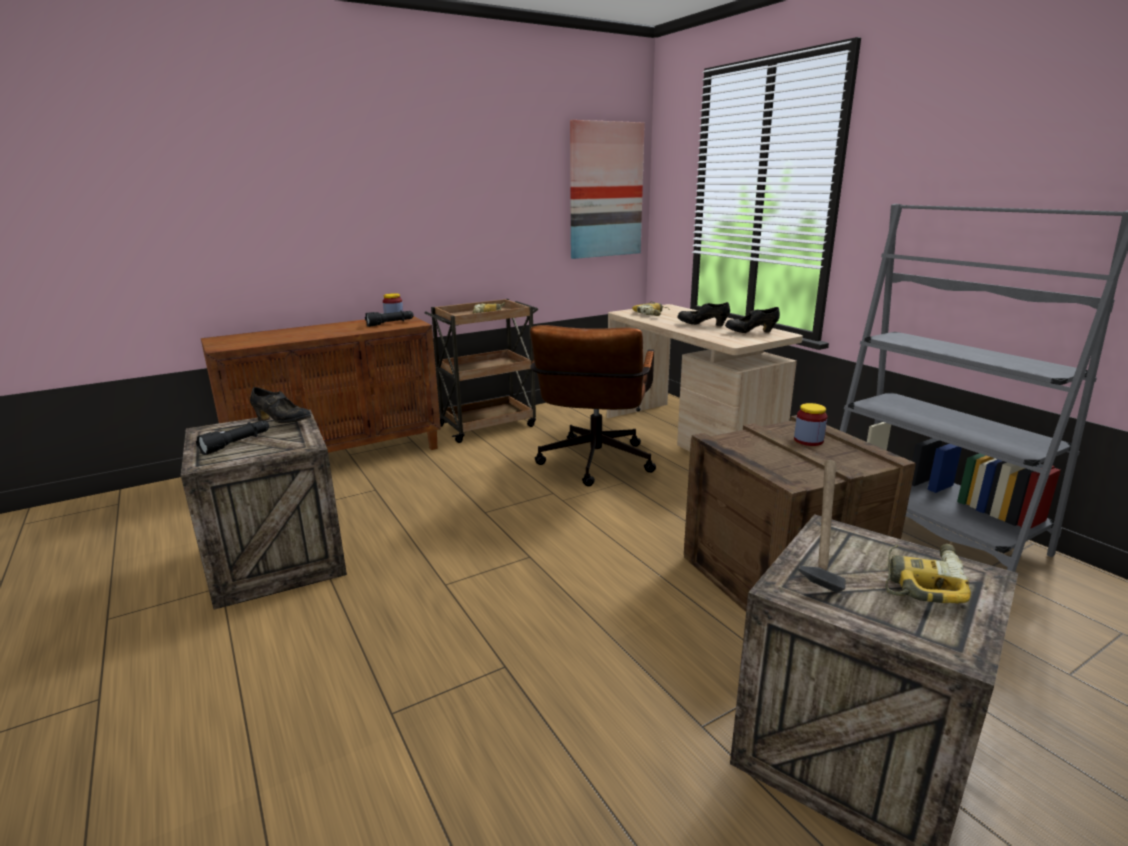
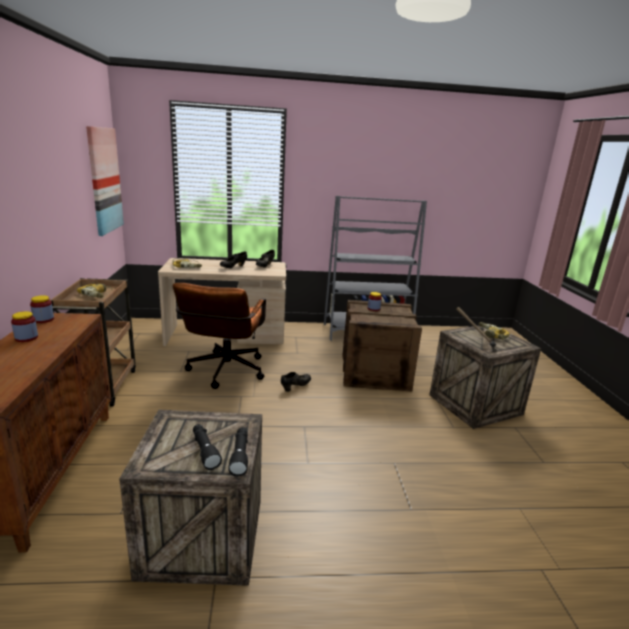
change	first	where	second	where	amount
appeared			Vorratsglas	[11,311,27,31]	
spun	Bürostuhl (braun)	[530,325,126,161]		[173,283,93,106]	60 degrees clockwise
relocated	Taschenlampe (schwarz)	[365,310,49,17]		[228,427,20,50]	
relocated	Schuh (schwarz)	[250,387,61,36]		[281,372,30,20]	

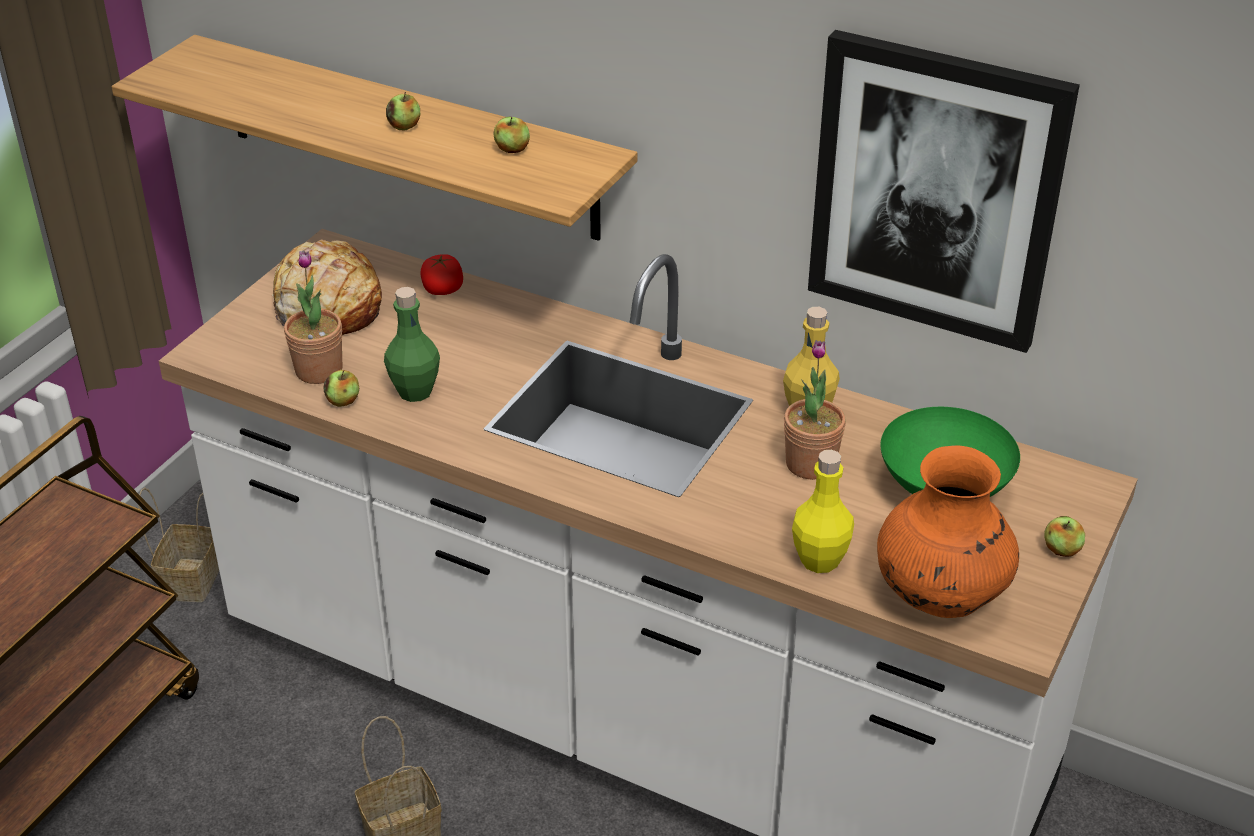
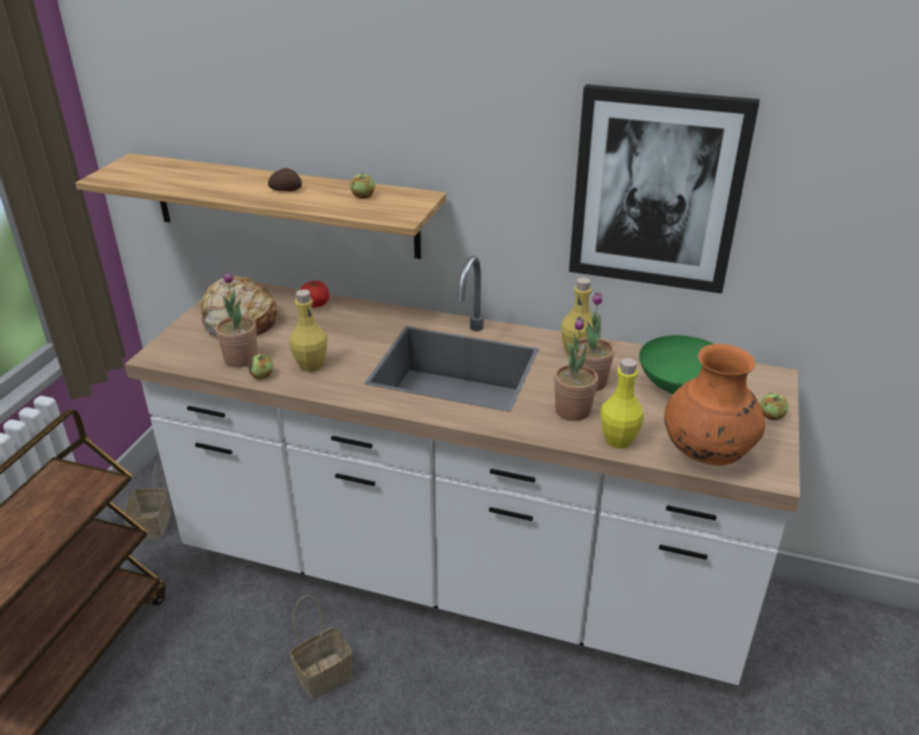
change	first	where	second	where	amount
exchanged	Apfel	[386,92,35,38]	Kartoffel	[268,168,34,23]	
colour	Flasche (grün)	[384,287,56,115]	Flasche (gelb)	[289,289,39,83]	
appeared			Topfpflanze	[554,316,44,105]	

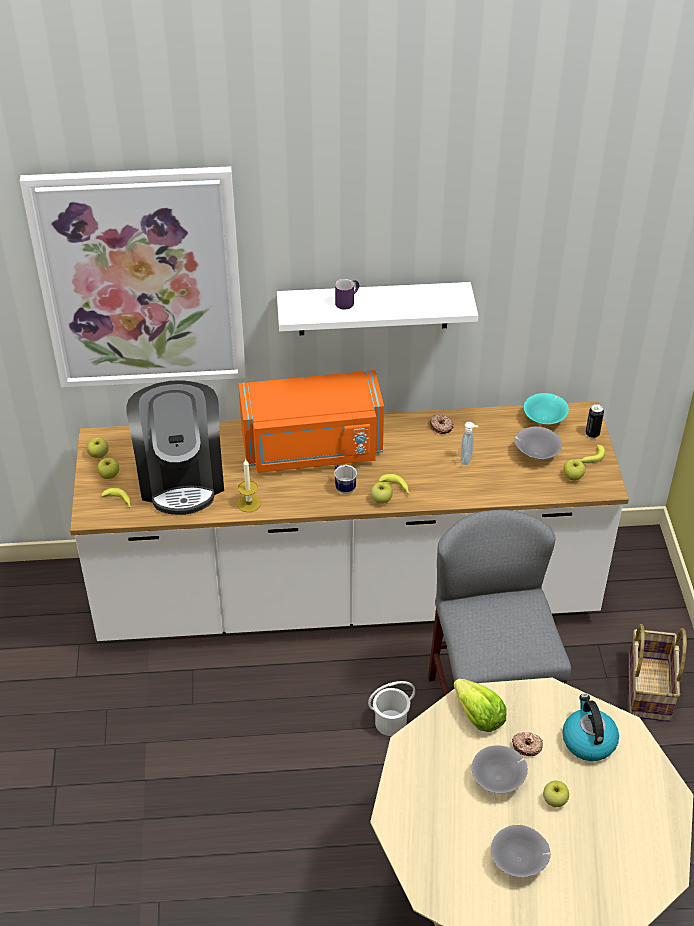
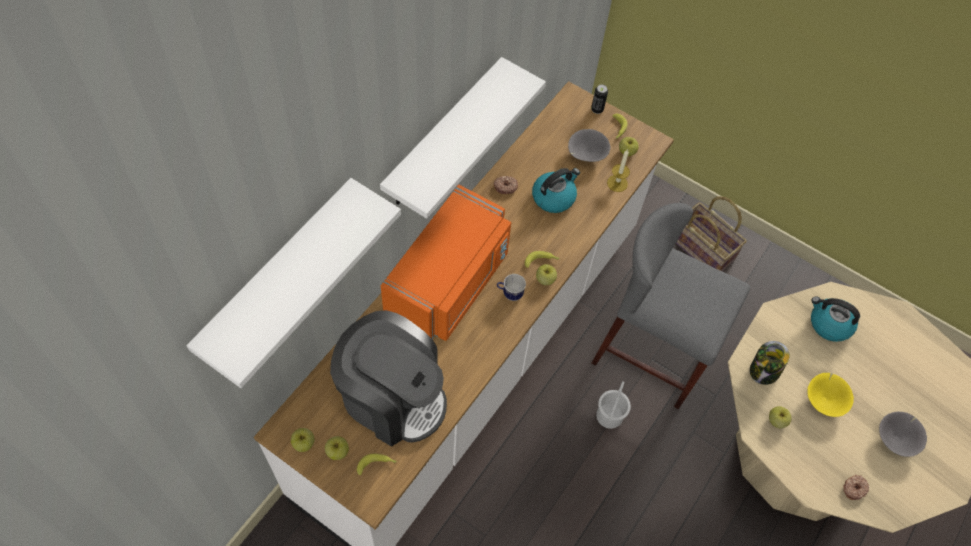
change	first	where	second	where	amount
exchanged	Bild	[20,166,226,222]	Wandregal (weiß)	[187,178,214,210]	
exchanged	Seifenspender	[461,422,17,43]	Wasserkessel	[532,168,48,45]	
relocated	Kerze	[237,460,24,52]		[607,149,23,43]	
exchanged	Salatkopf	[454,678,53,54]	Vorratsglas	[750,341,39,44]	
relocated	Apfel	[543,781,26,26]		[769,406,22,22]	
colour	Schüssel (grau)	[471,745,57,49]	Schüssel (gelb)	[807,373,47,44]	
relocated	Donut	[512,732,31,24]		[843,475,26,25]	
missing	Henkelbecher (lila)	[335,279,25,30]			
missing	Schüssel (türkis)	[524,393,45,31]			

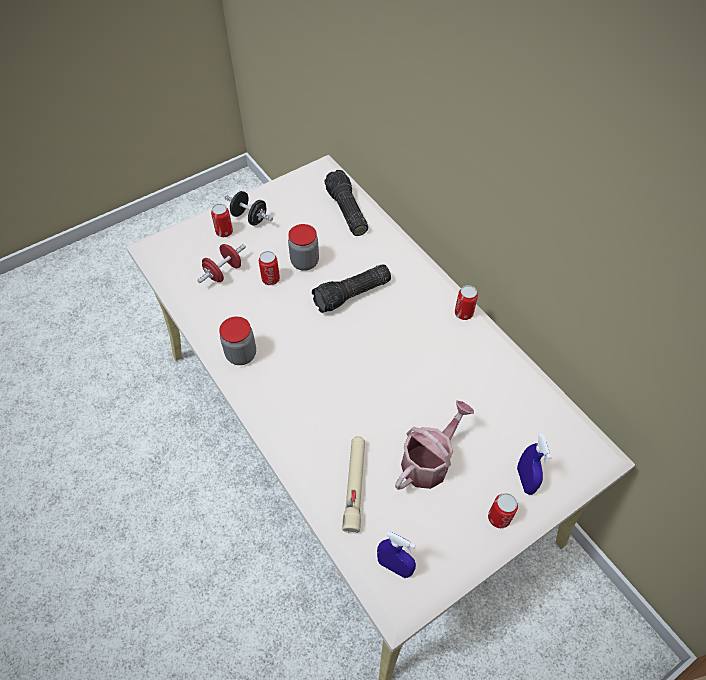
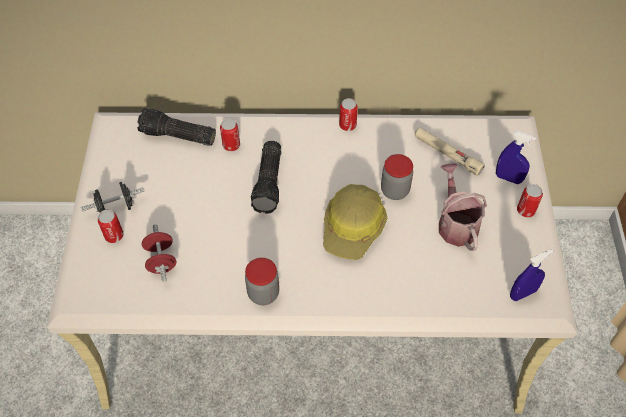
change	first	where	second	where	amount
relocated	Dose	[259,251,21,34]		[220,118,20,33]	
appeared			Schutzhelm	[323,184,64,76]	
relocated	Vorratsglas	[288,224,31,47]		[381,154,32,46]	
relocated	Taschenlampe (beige)	[342,436,23,97]		[415,128,70,48]	

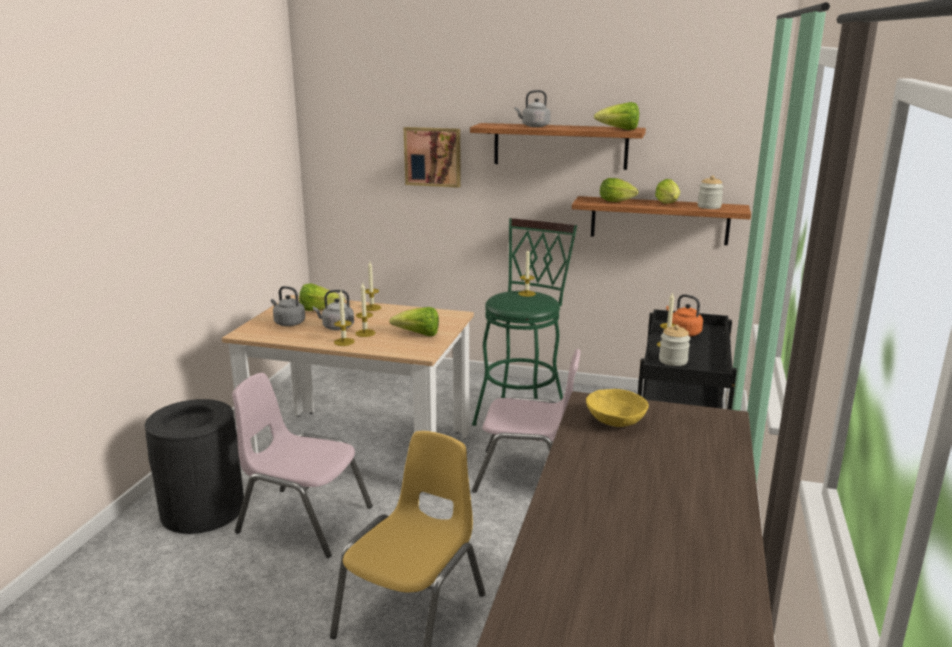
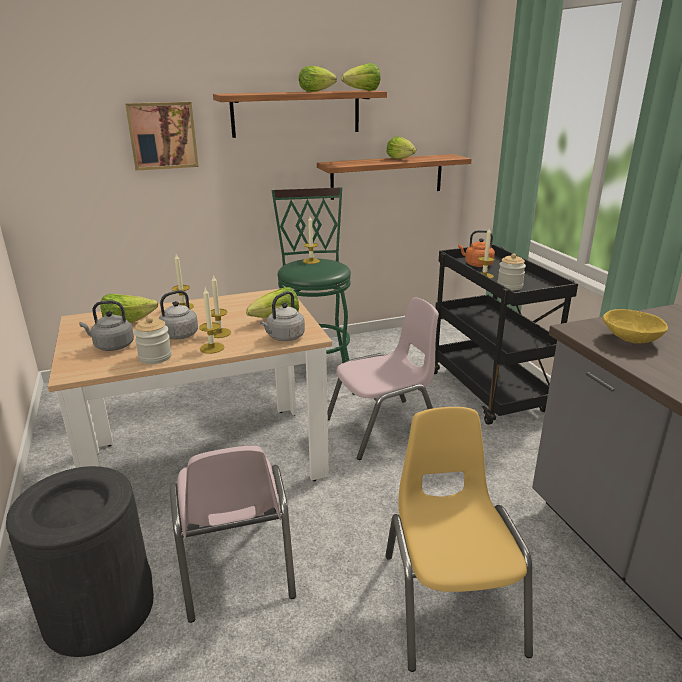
change	first	where	second	where	amount
relocated	Vorratsglas	[698,175,26,34]		[134,316,38,48]	
spun	Stuhl (rosa)	[232,373,141,185]		[170,446,126,177]	90 degrees counterclockwise
relocated	Wasserkessel (grau)	[514,90,37,37]		[260,291,45,50]	
relocated	Salatkopf	[600,178,38,24]		[299,66,38,26]	

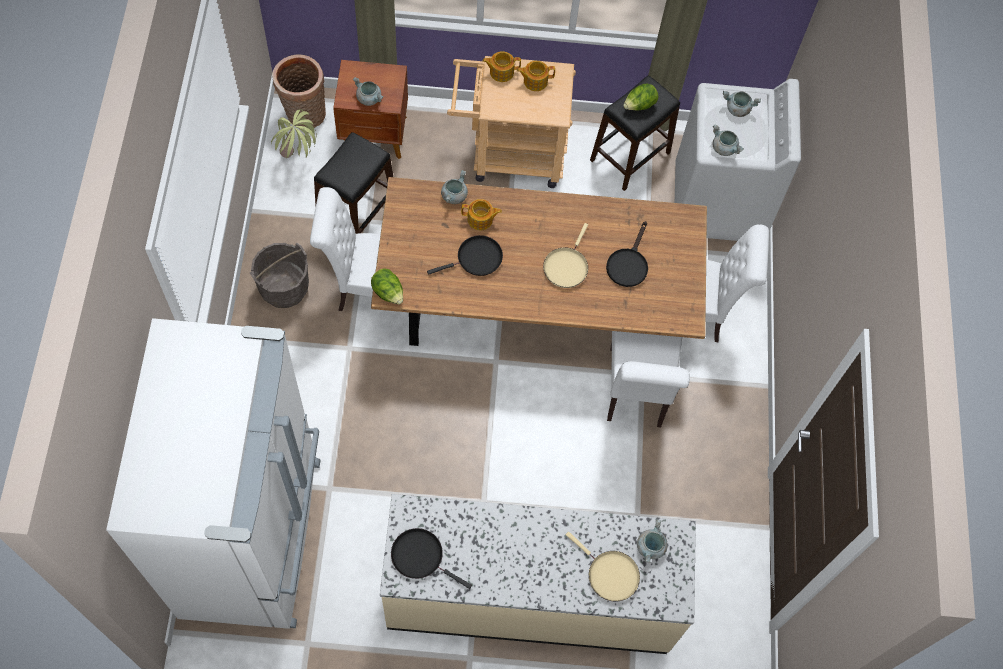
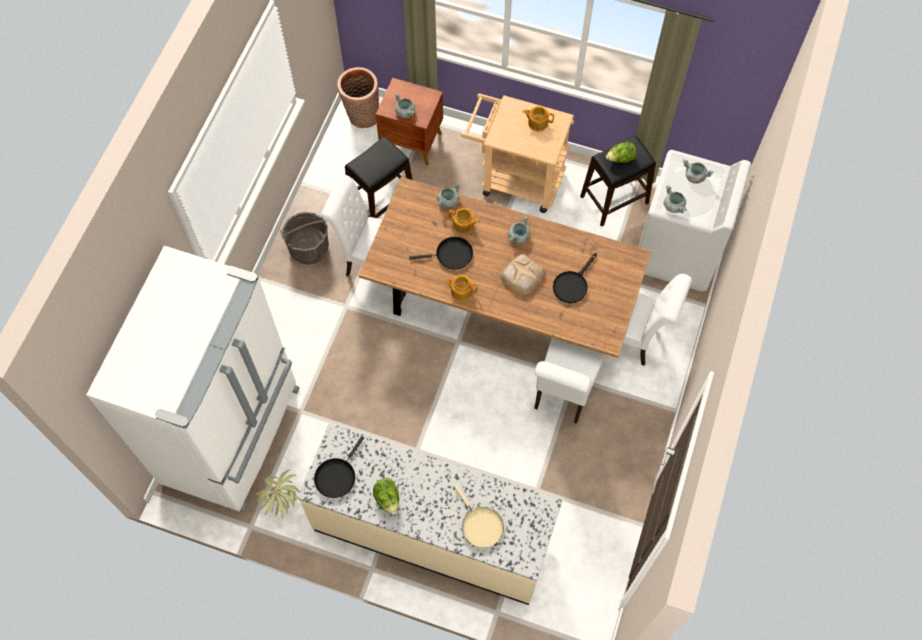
change	first	where	second	where	amount
relocated	Topfpflanze	[271,109,46,49]		[256,470,44,48]	
spun	Pfanne (schwarz)	[391,528,81,61]		[314,436,50,62]	105 degrees counterclockwise
relocated	Salatkopf	[371,268,32,36]		[373,478,26,36]	
relocated	Teekanne	[482,51,39,31]		[444,275,34,26]	
exchanged	Pfanne (beige)	[543,223,45,65]	Brot	[500,254,45,41]	
relocated	Kochtopf (grau)	[637,520,30,43]		[508,216,22,27]	

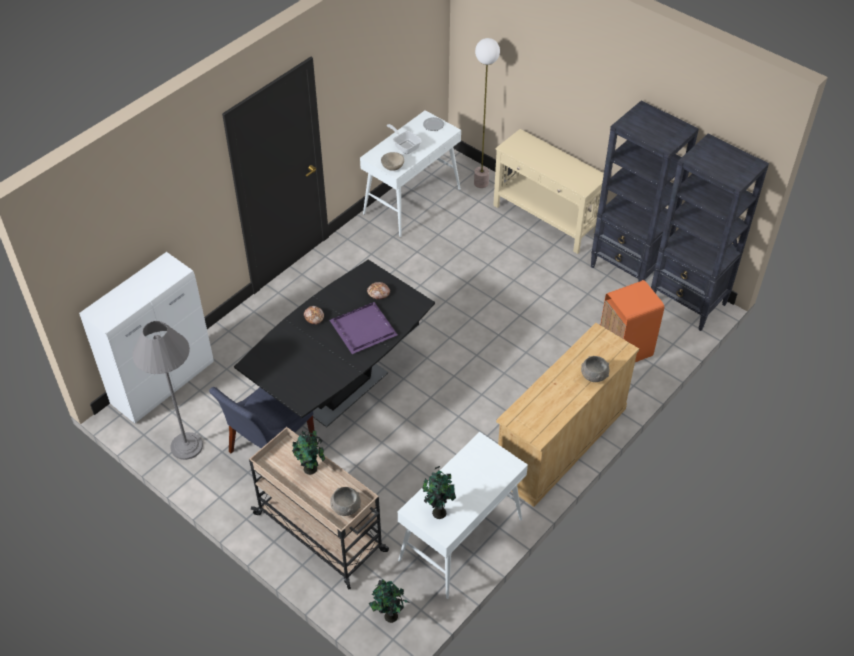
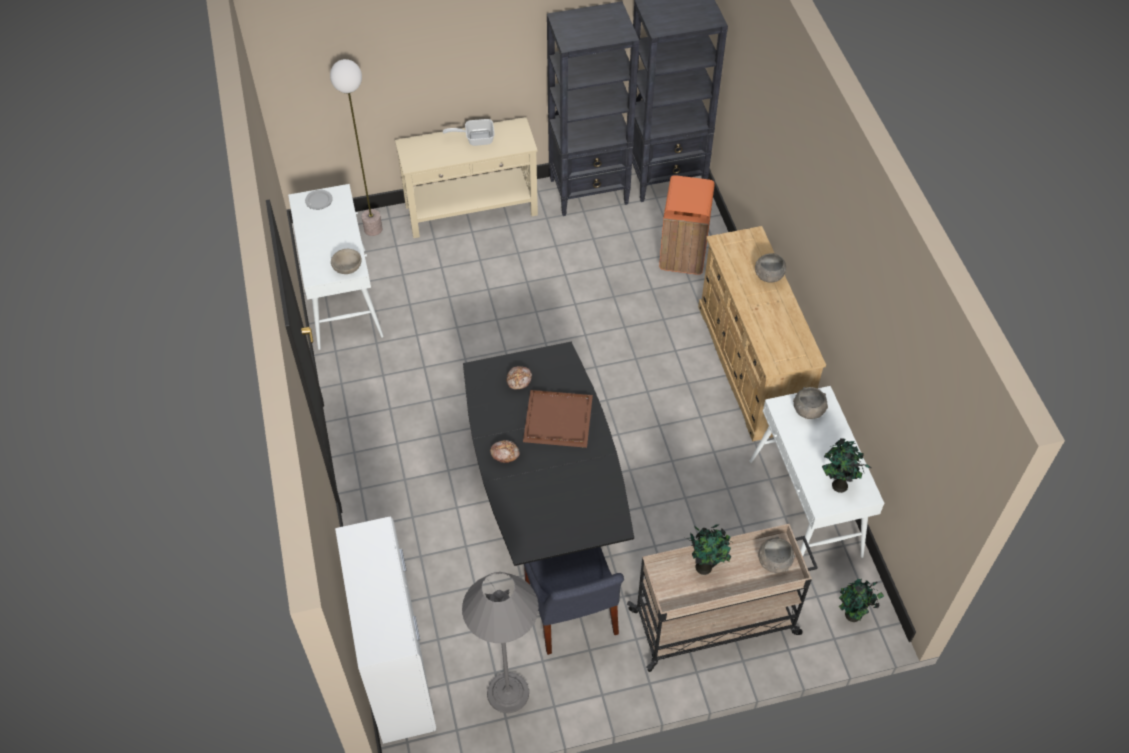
change	first	where	second	where	amount
relocated	Pfanne	[387,124,35,30]		[443,119,52,27]	
colour	Tablett (lila)	[330,302,68,52]	Tablett (braun)	[523,390,70,58]	
appeared			Schüssel (grau)	[793,387,35,32]	

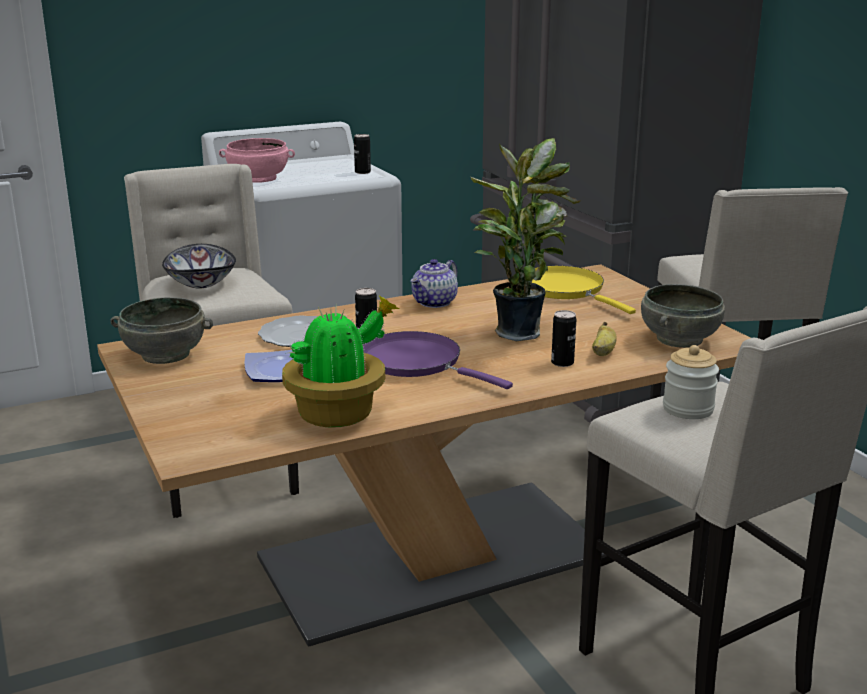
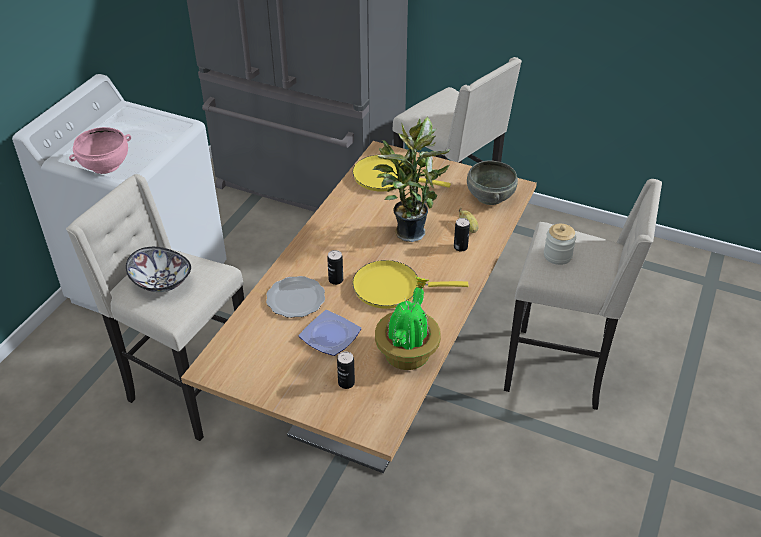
change	first	where	second	where	amount
relocated	Dose	[354,134,17,40]		[337,351,18,38]	
colour	Pfanne (lila)	[363,331,150,58]	Pfanne (gelb)	[353,260,116,49]	
missing	Schüssel (grau)	[110,297,103,67]			
missing	Teekanne	[411,259,47,49]			

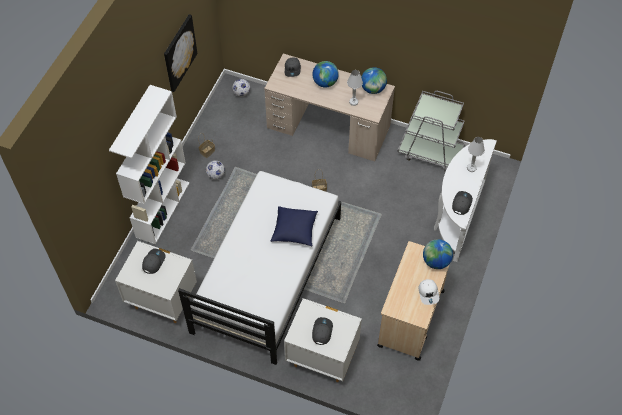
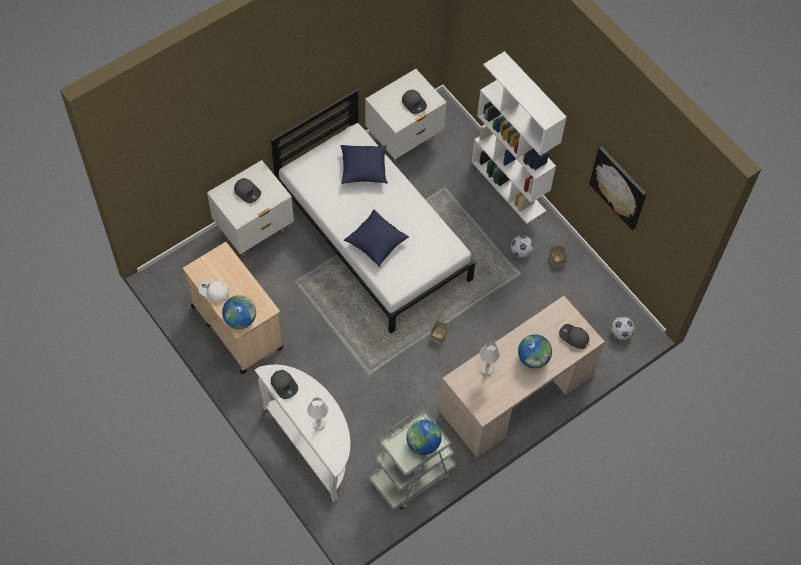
change	first	where	second	where	amount
appeared			Kissen (blau)	[340,145,48,39]	
relocated	Globus	[361,67,26,27]		[406,420,36,35]	

